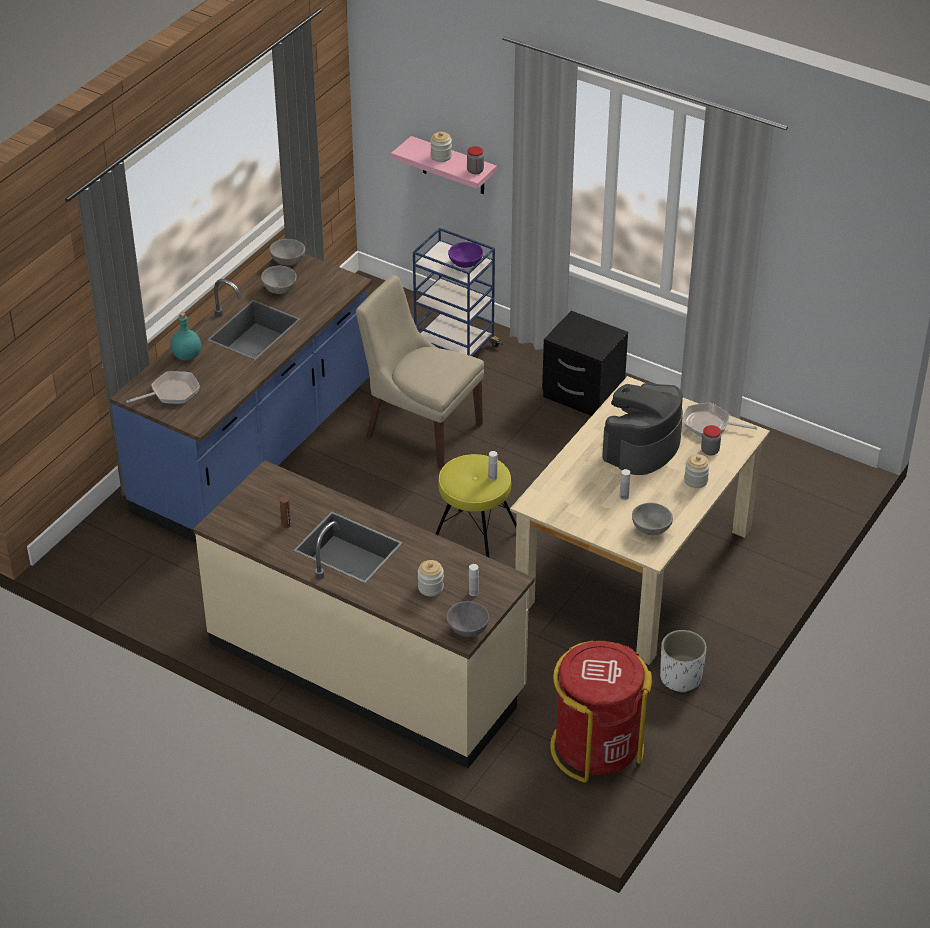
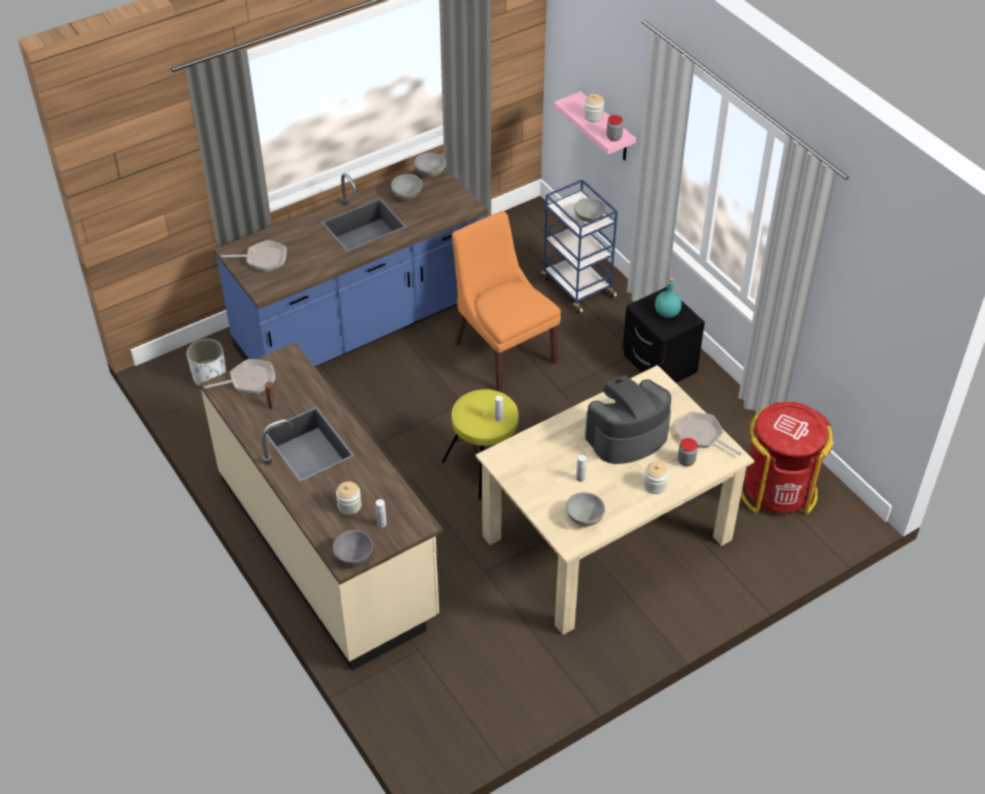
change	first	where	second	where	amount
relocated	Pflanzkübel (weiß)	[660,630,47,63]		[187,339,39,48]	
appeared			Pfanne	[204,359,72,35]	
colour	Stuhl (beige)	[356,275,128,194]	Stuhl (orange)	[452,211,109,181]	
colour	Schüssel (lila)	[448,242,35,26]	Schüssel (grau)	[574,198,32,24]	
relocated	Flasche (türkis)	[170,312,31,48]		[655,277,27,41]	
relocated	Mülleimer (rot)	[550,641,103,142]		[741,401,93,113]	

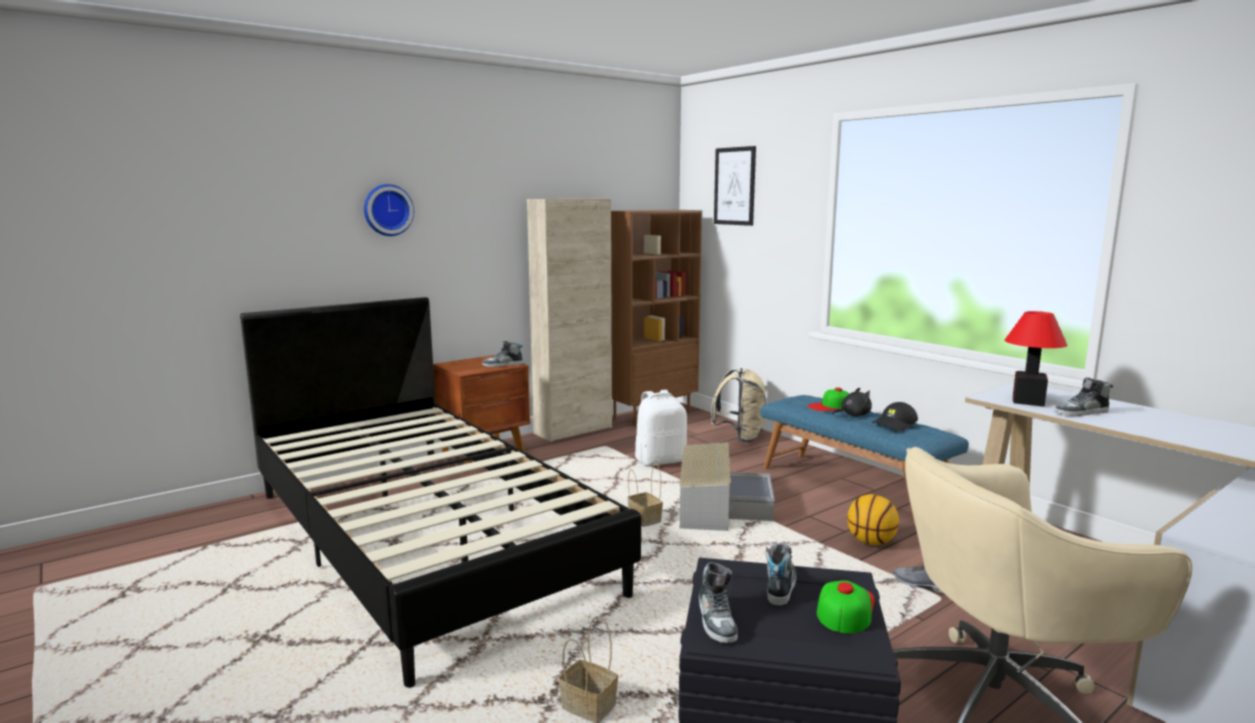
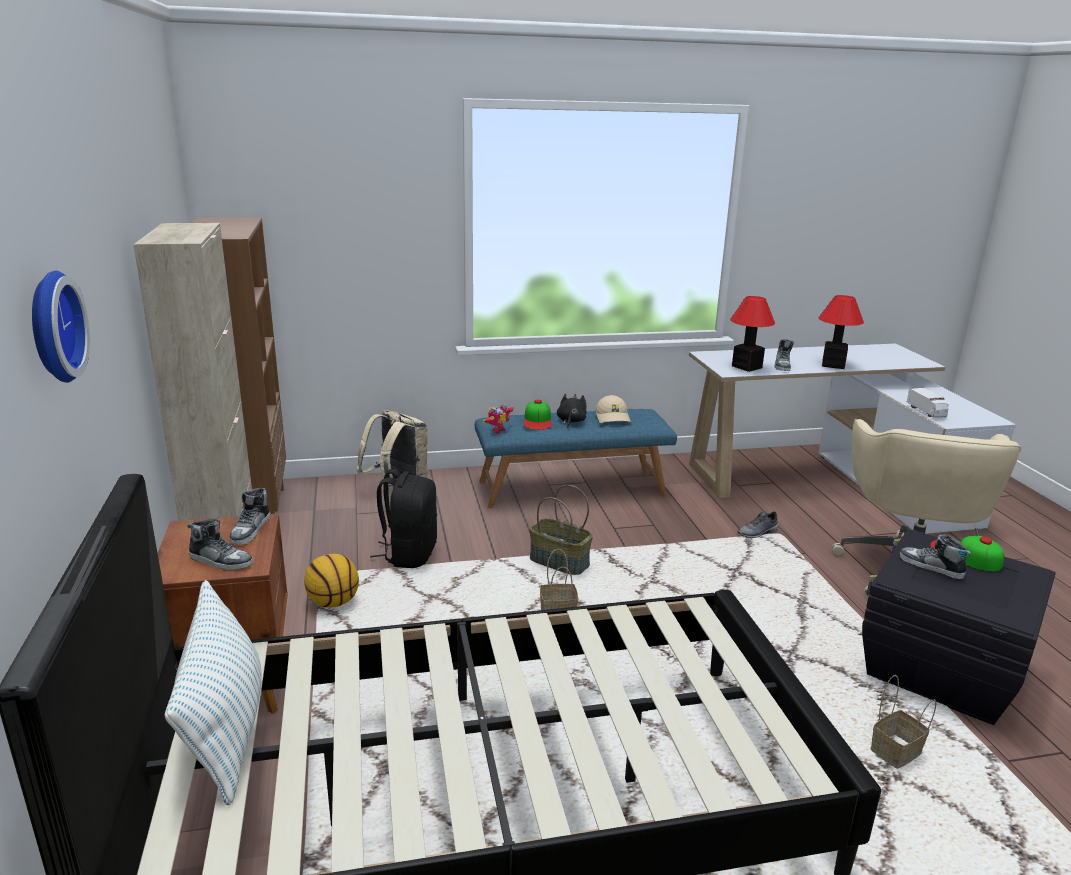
change	first	where	second	where	amount
appeared			Kissen	[164,580,98,225]	
relocated	Schuh	[699,562,39,81]		[187,519,66,51]	
relocated	Basketball	[847,494,52,51]		[304,554,55,54]	
colour	Rucksack (weiß)	[635,390,52,76]	Rucksack (schwarz)	[370,469,67,99]	
appeared			Spielzeugroboter	[483,403,31,31]	
exchanged	Aufbewahrungsbox (grau)	[679,442,95,89]	Korb	[529,485,64,90]	
colour	Kappe (schwarz)	[872,402,46,29]	Kappe (beige)	[596,395,35,28]	
appeared			Tischlampe	[819,295,45,74]	
appeared			Spielzeuglaster	[907,388,42,30]	
missing	Bild	[714,146,42,80]			

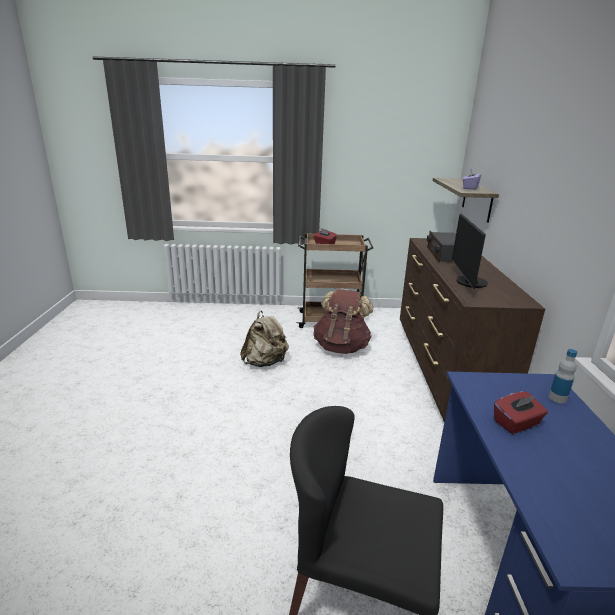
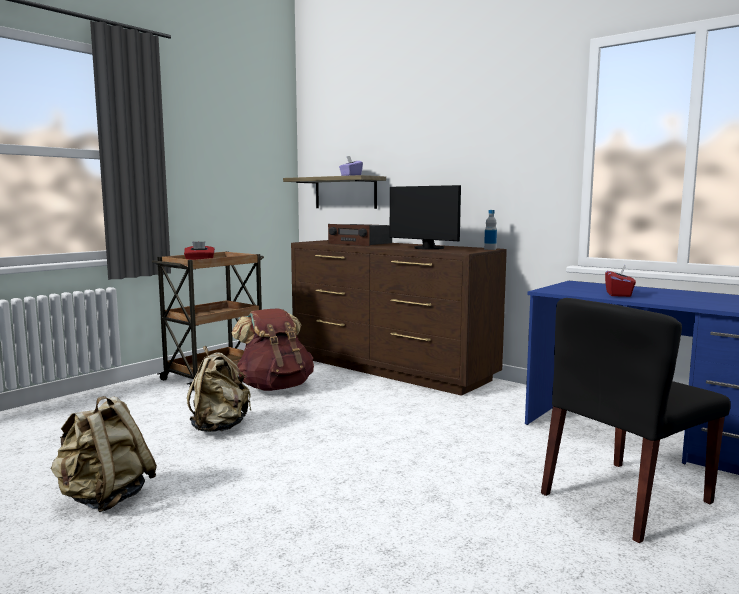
change	first	where	second	where	amount
appeared			Rucksack (beige)	[50,396,107,116]	
relocated	Flasche	[549,349,28,54]		[484,210,13,40]	

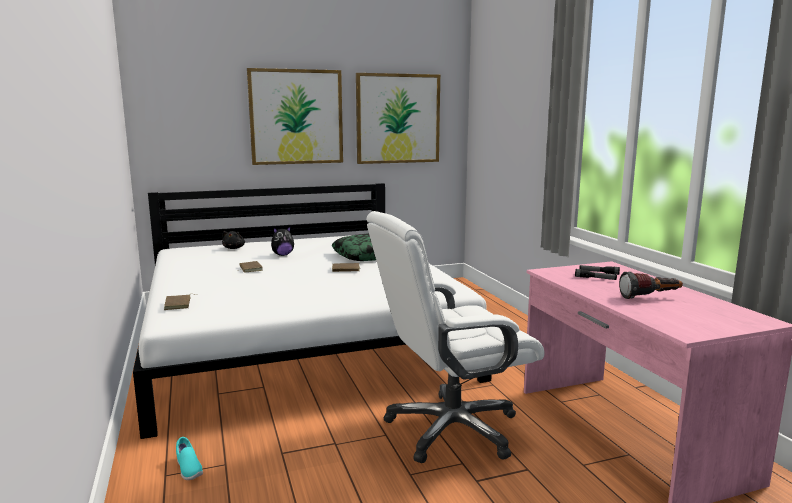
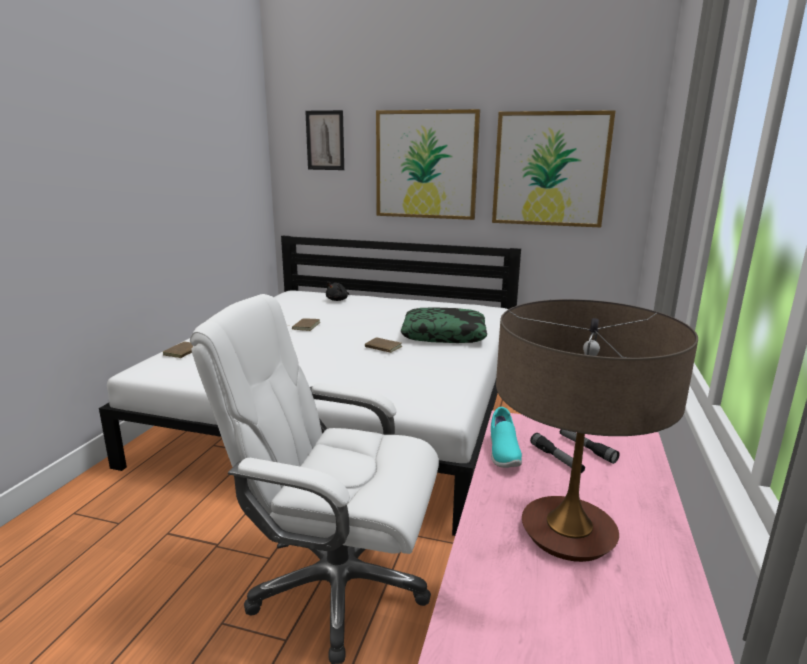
change	first	where	second	where	amount
appeared			Bild	[305,110,39,60]	
relocated	Schuh (türkis)	[176,437,27,43]		[491,407,31,61]	
exchanged	Taschenlampe	[619,271,64,28]	Tischlampe	[496,299,202,263]	
missing	Plüschtier	[271,226,23,30]			

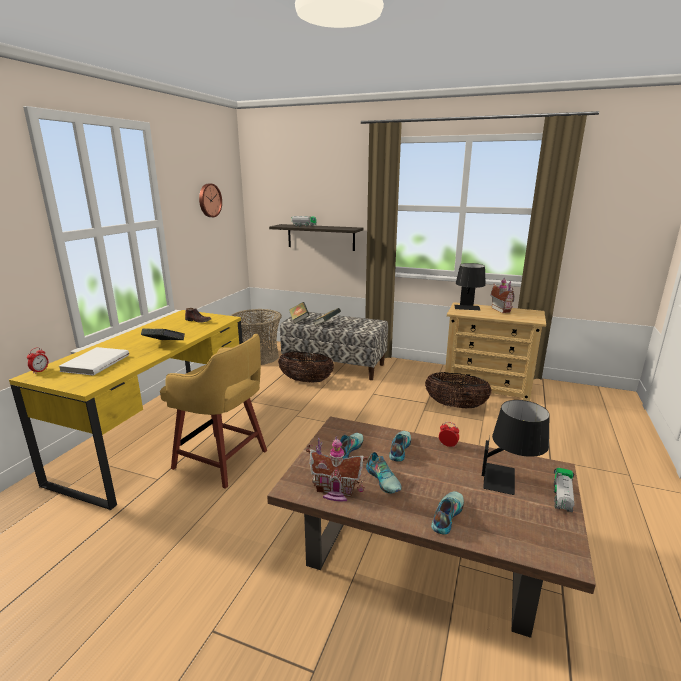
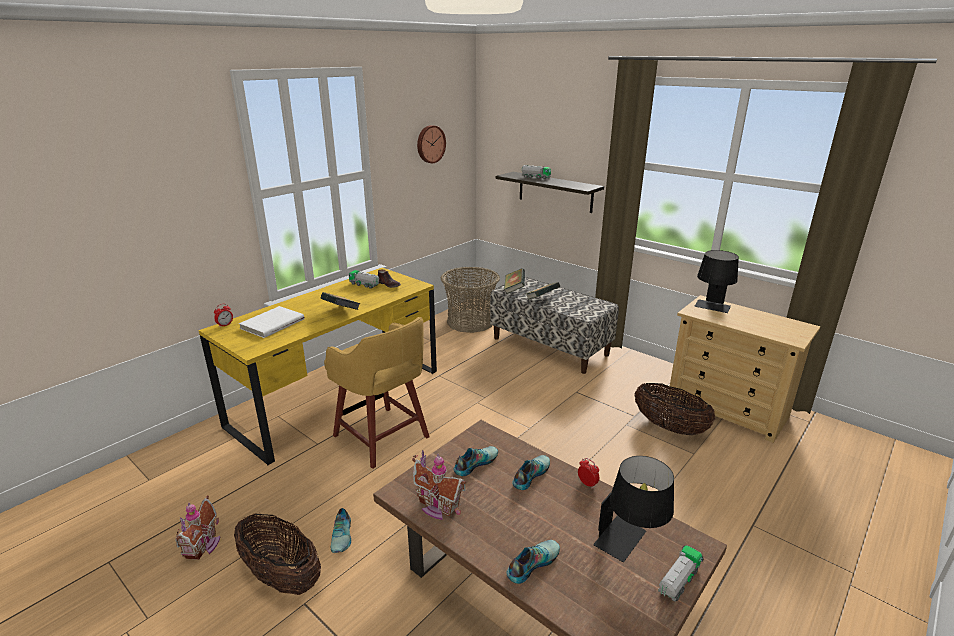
change	first	where	second	where	amount
relocated	Spielzeughaus	[490,277,25,36]		[175,496,45,64]	
relocated	Korb	[278,351,56,32]		[234,513,87,82]	
relocated	Schuh	[366,452,36,41]		[331,508,20,45]	
appeared			Spielzeuglaster	[349,270,30,19]	

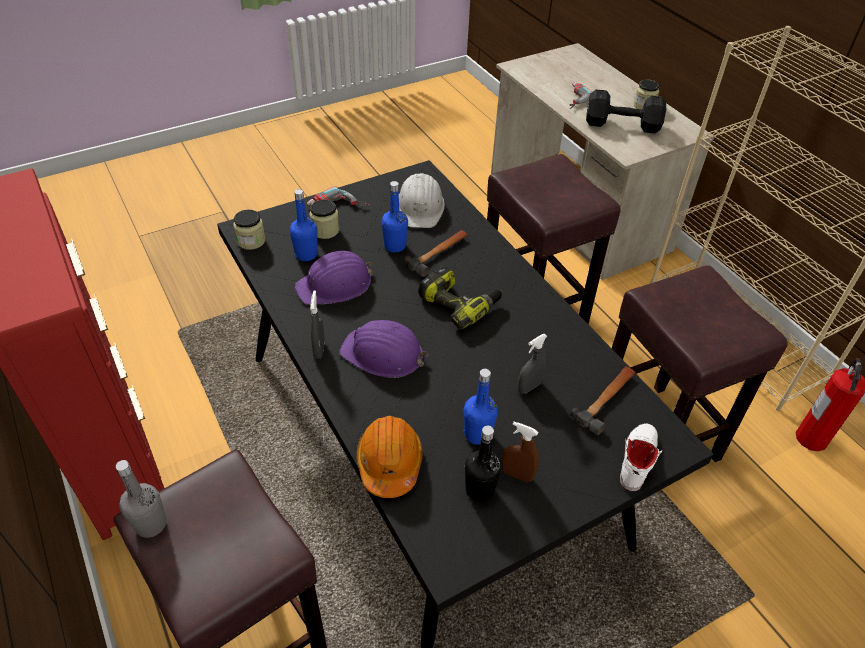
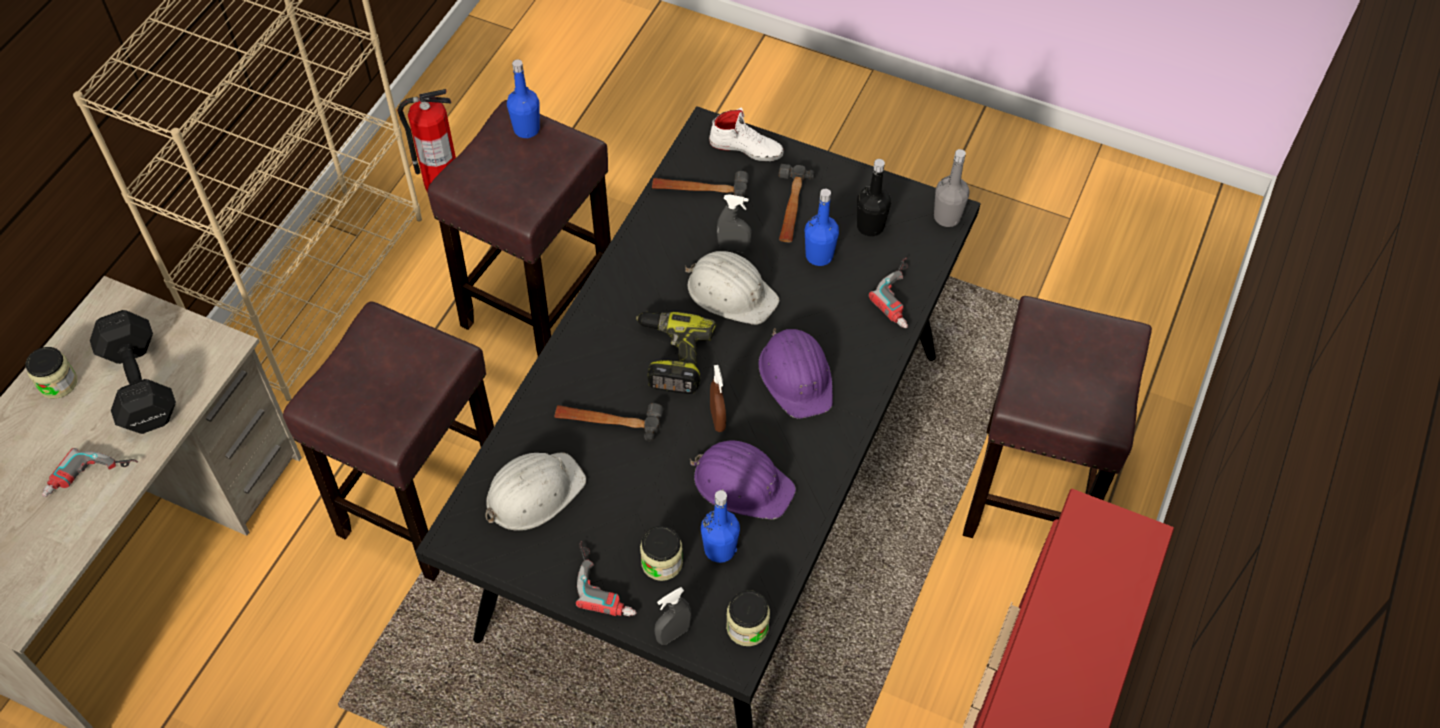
change	first	where	second	where	amount
relocated	Flasche (blau)	[381,181,27,71]		[507,59,33,79]	
relocated	Sprühflasche (grau)	[310,291,15,68]		[655,587,36,58]	
appeared			Schutzhelm (weiß)	[685,251,94,74]	
spun	Schuh (weiß)	[620,423,43,68]		[709,108,75,53]	150 degrees counterclockwise
relocated	Sprühflasche (braun)	[502,422,37,60]		[710,365,16,67]	
appeared			Hammer	[779,164,36,78]	
exchanged	Schutzhelm (orange)	[357,416,65,82]	Bohrmaschine	[869,258,39,70]	
relocated	Flasche (grau)	[116,460,50,78]		[934,149,36,78]	

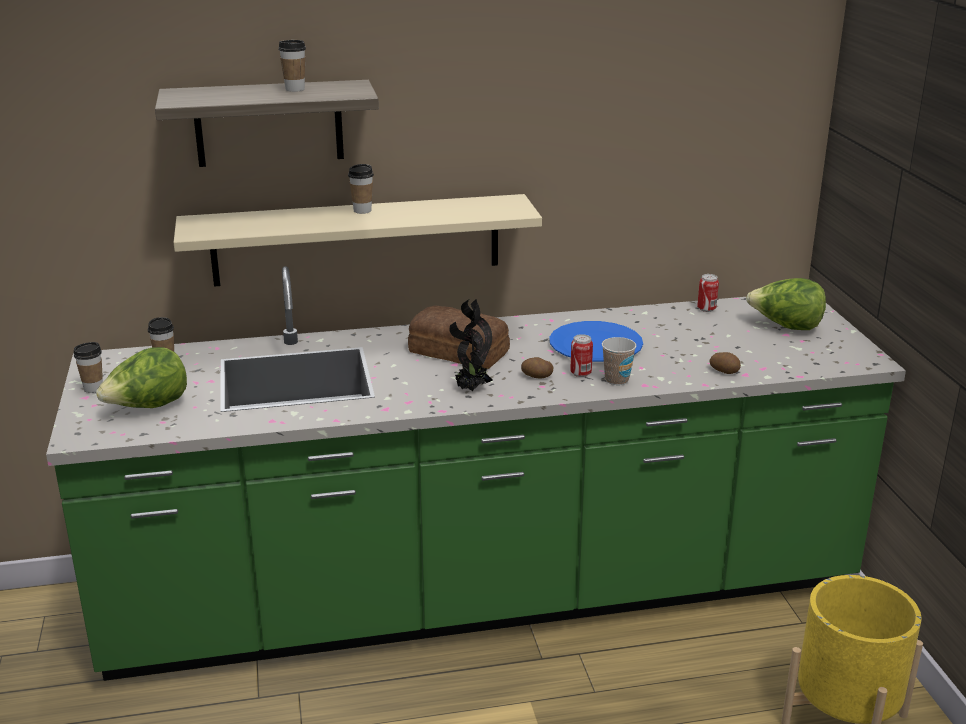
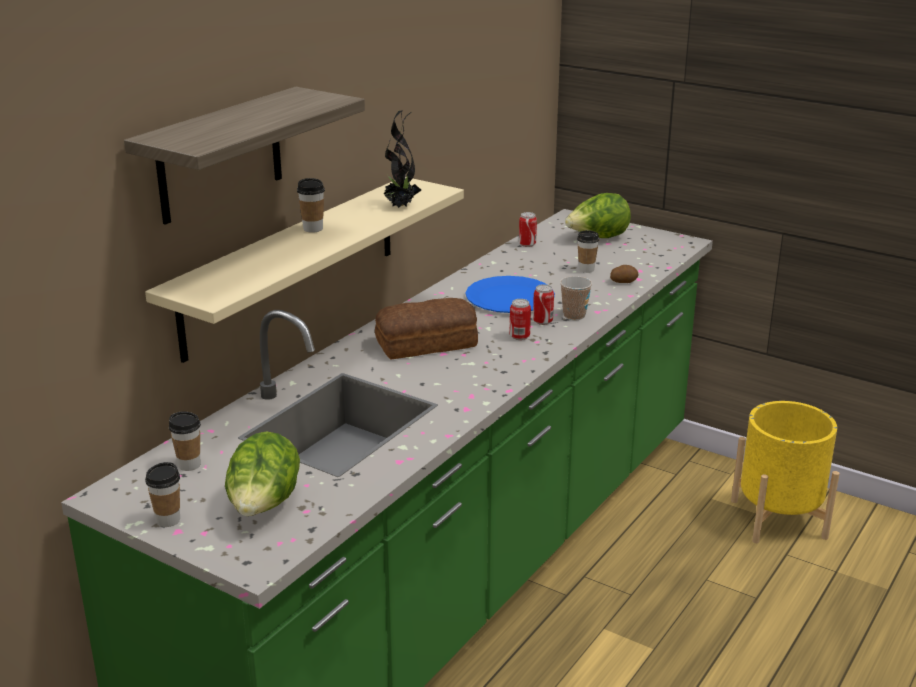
change	first	where	second	where	amount
relocated	Topfpflanze	[449,299,44,92]		[383,111,38,97]	
exchanged	Kartoffel	[521,357,32,22]	Dose	[509,299,22,41]	
relocated	Tasse	[279,40,27,52]		[577,230,22,43]	

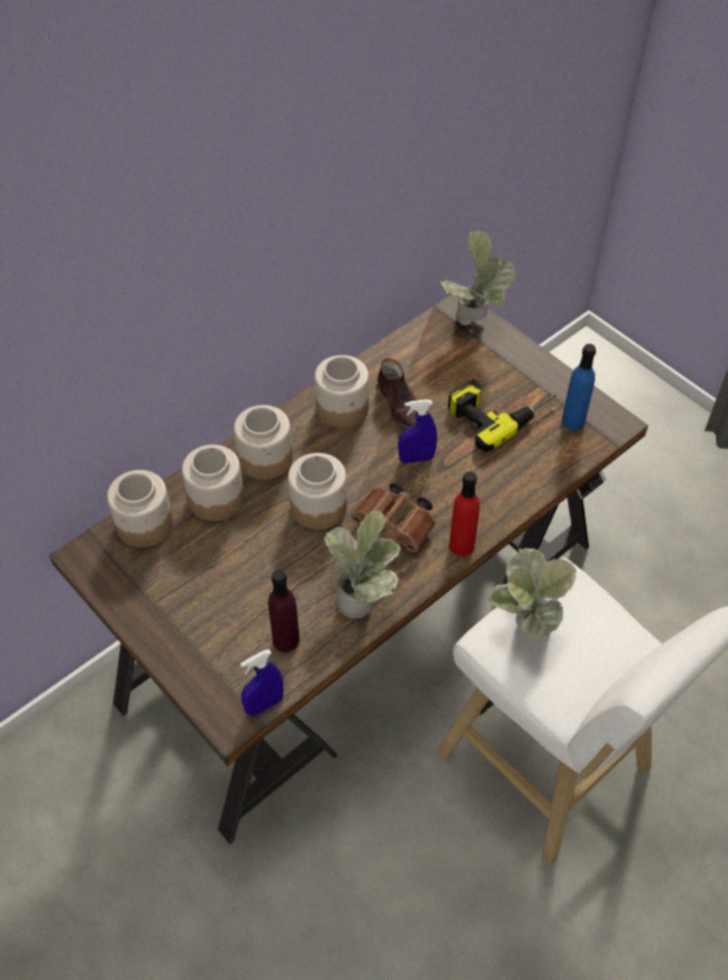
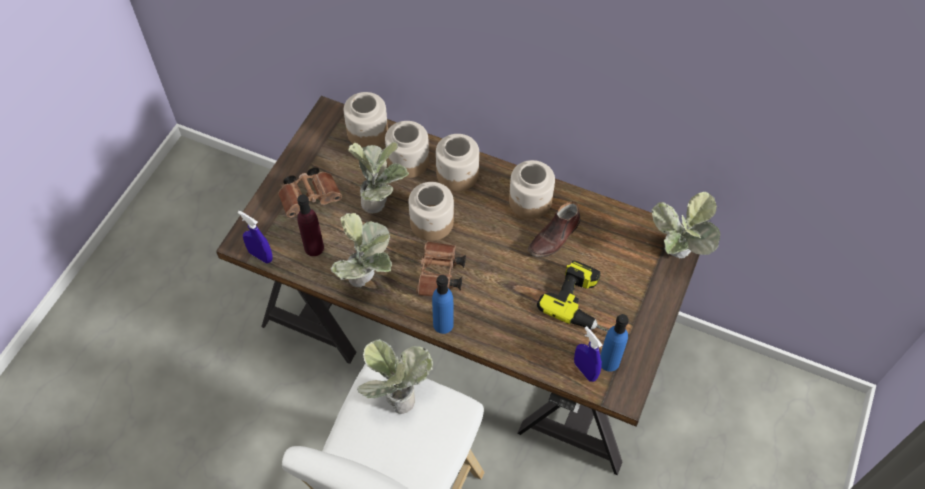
change	first	where	second	where	amount
appeared			Fernglas (braun)	[278,167,64,51]	
appeared			Topfpflanze	[348,141,61,73]	
colour	Flasche (rot)	[449,471,31,85]	Flasche (blau)	[432,275,22,59]	
relocated	Sprühflasche (blau)	[398,399,39,65]		[574,326,28,56]	

